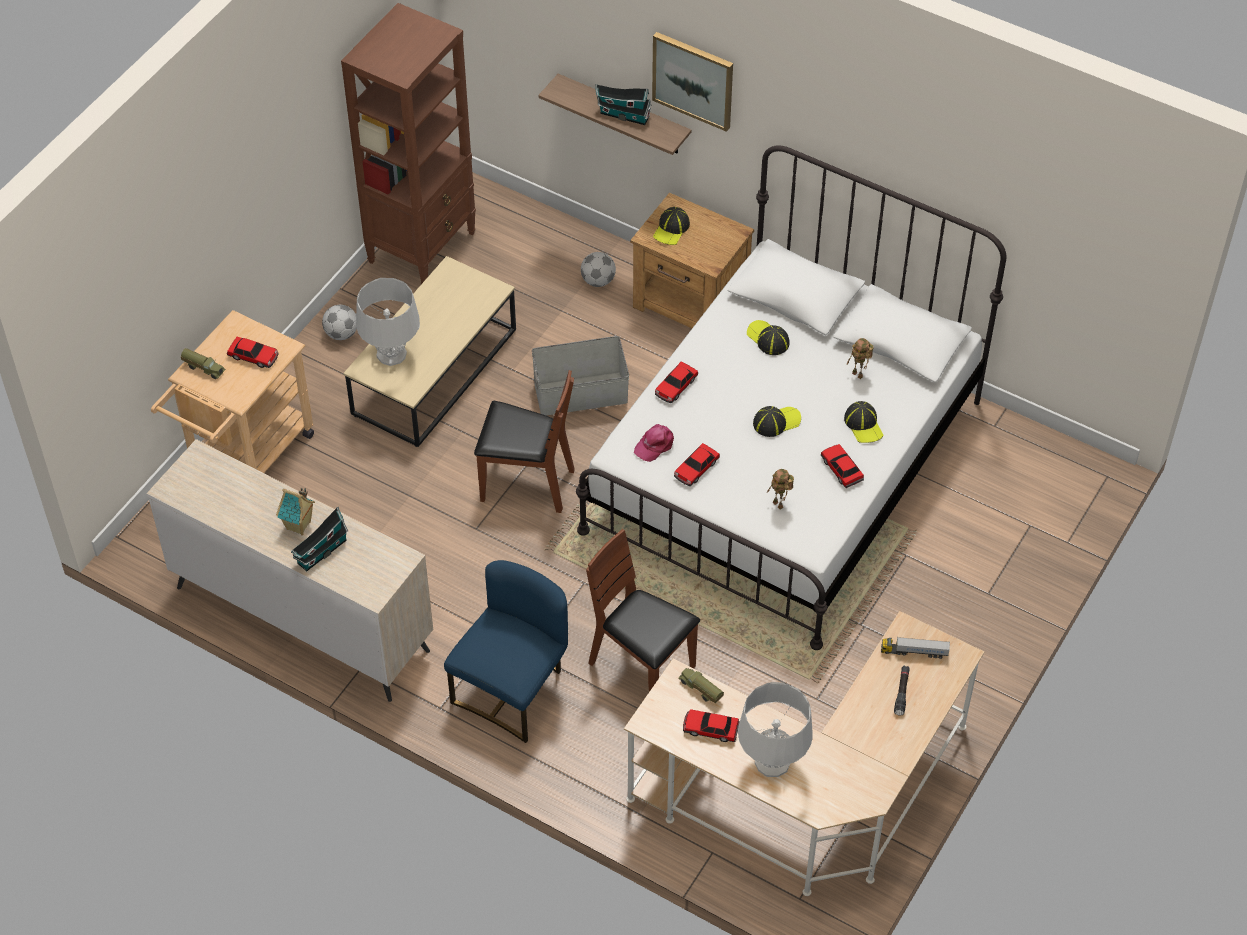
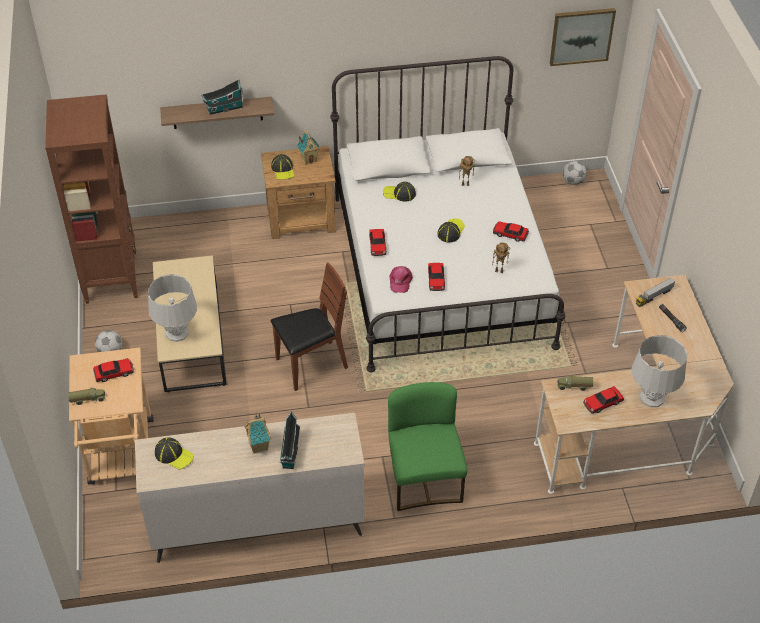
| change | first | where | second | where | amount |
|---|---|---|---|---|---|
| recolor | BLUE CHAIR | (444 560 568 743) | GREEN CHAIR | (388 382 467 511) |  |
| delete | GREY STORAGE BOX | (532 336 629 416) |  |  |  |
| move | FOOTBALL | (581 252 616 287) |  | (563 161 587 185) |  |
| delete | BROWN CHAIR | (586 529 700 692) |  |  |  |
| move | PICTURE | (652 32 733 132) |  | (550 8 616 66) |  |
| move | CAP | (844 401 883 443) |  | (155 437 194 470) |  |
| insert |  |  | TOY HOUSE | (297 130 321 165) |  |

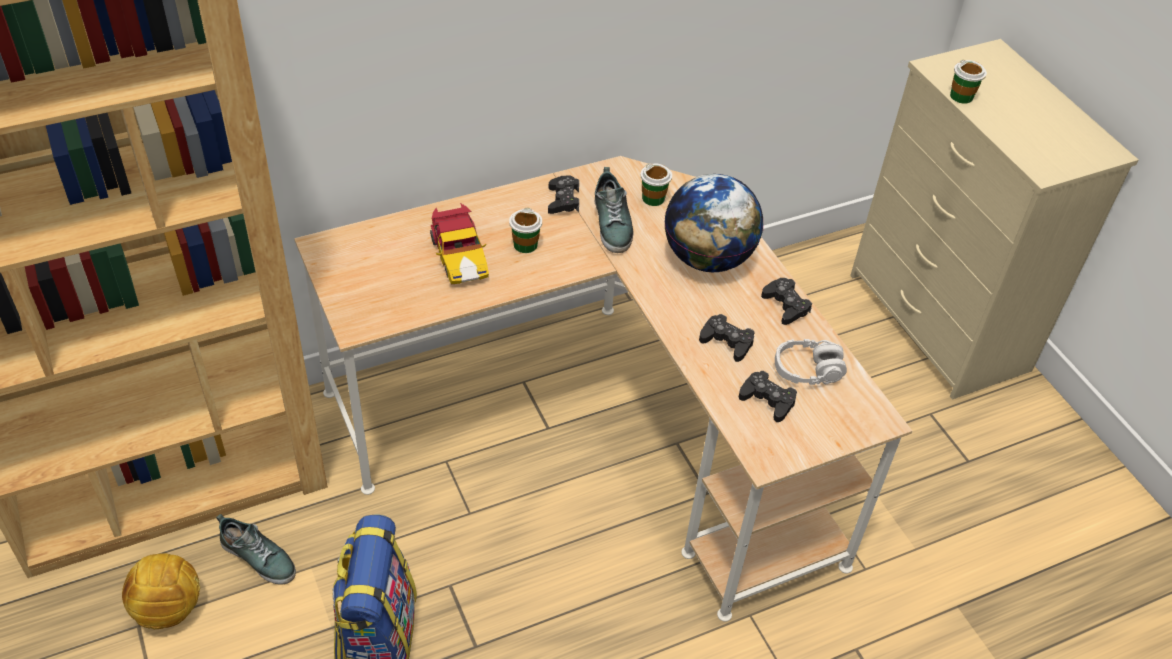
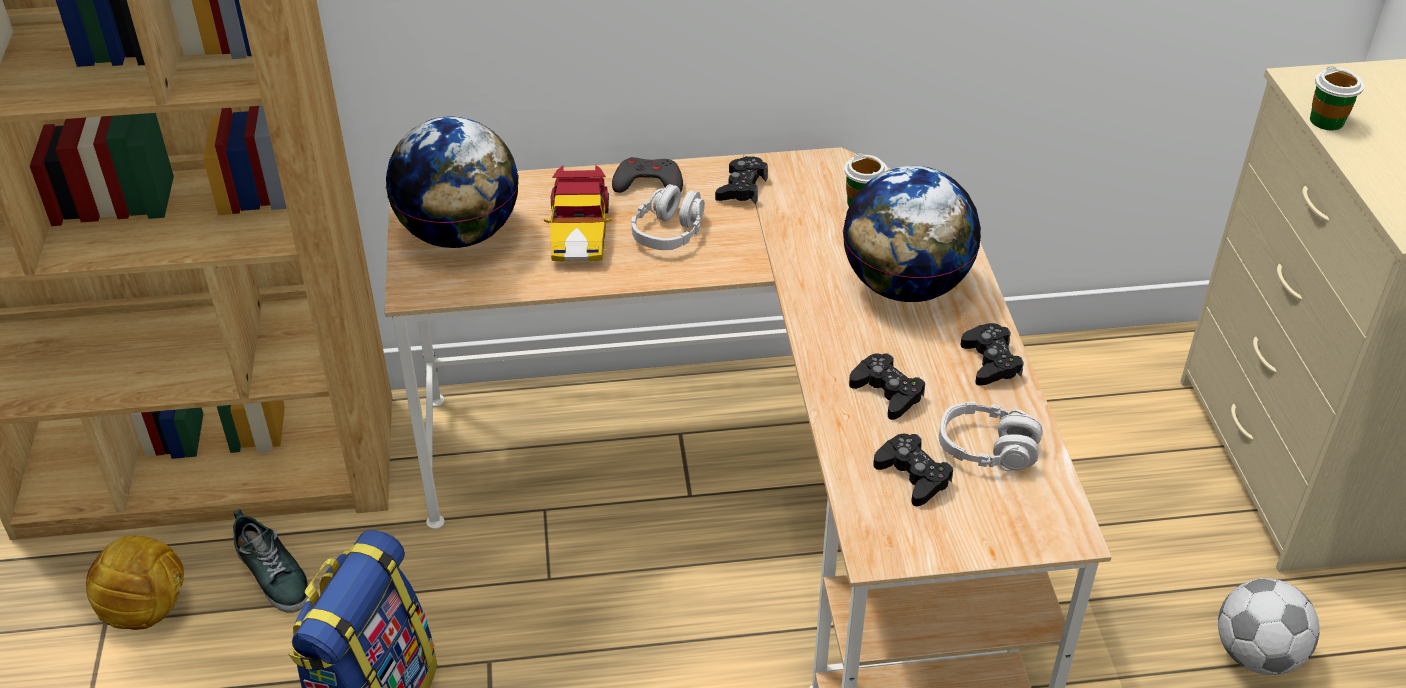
| change | first | where | second | where | amount |
|---|---|---|---|---|---|
| replace | CUP | (509 208 543 253) | GREY HEADPHONES | (632 184 705 250) |  |
| delete | SHOE | (595 167 634 253) |  |  |  |
| insert |  |  | GLOBE | (386 116 519 248) |  |
| insert |  |  | GREY GAME CONTROLLER | (612 157 683 193) |  |
| insert |  |  | FOOTBALL | (1218 578 1320 675) |  |

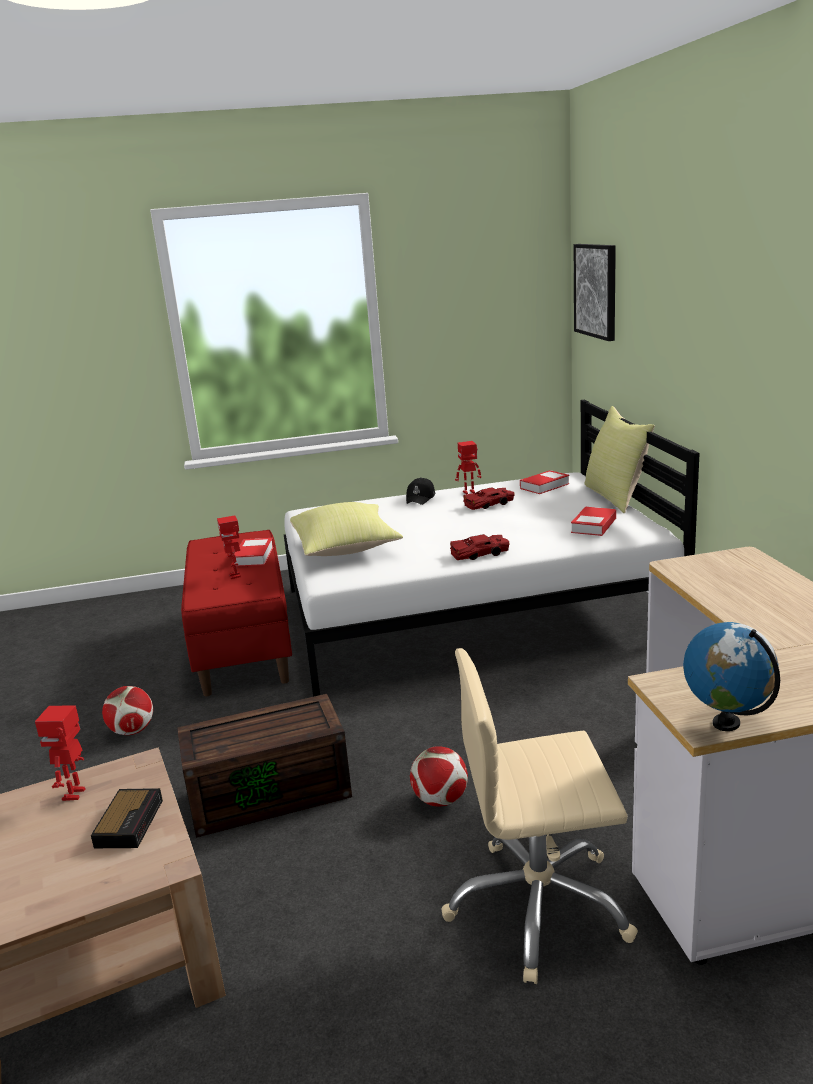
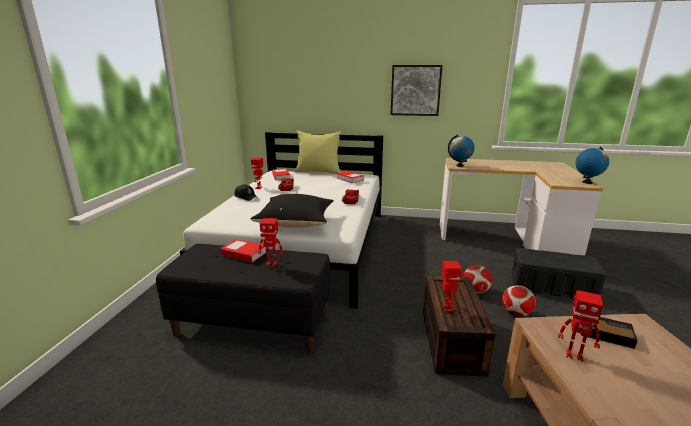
| change | first | where | second | where | amount |
|---|---|---|---|---|---|
| move | FOOTBALL | (102 686 153 735) |  | (502 285 536 317) |  |
| recolor | RED BENCH | (181 530 292 696) | BLACK BENCH | (156 244 330 353) |  |
| recolor | YELLOW PILLOW | (290 502 403 556) | BLACK PILLOW | (251 194 334 228) |  |
| replace | BEIGE OFFICE CHAIR | (442 648 638 984) | BLACK STORAGE BOX | (512 248 607 298) |  |
| move | PICTURE | (574 244 616 341) |  | (390 65 443 116) |  |
| insert |  |  | TOY ROBOT | (442 261 462 312) |  |
| insert |  |  | GLOBE | (448 135 475 167) |  |

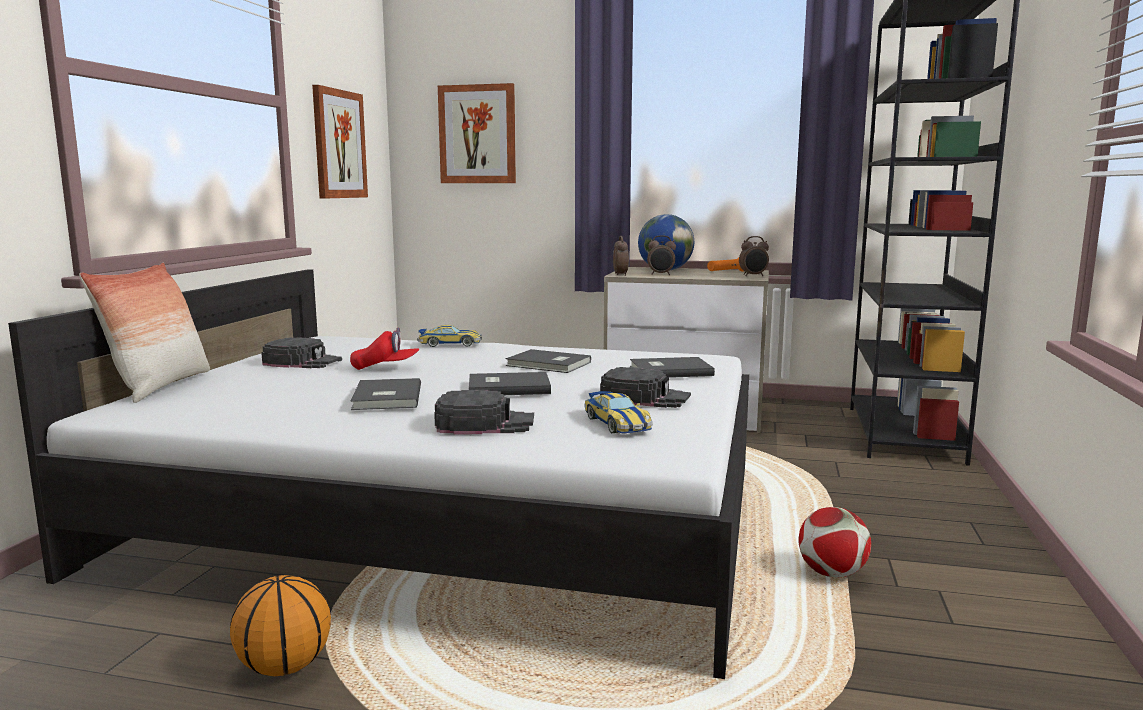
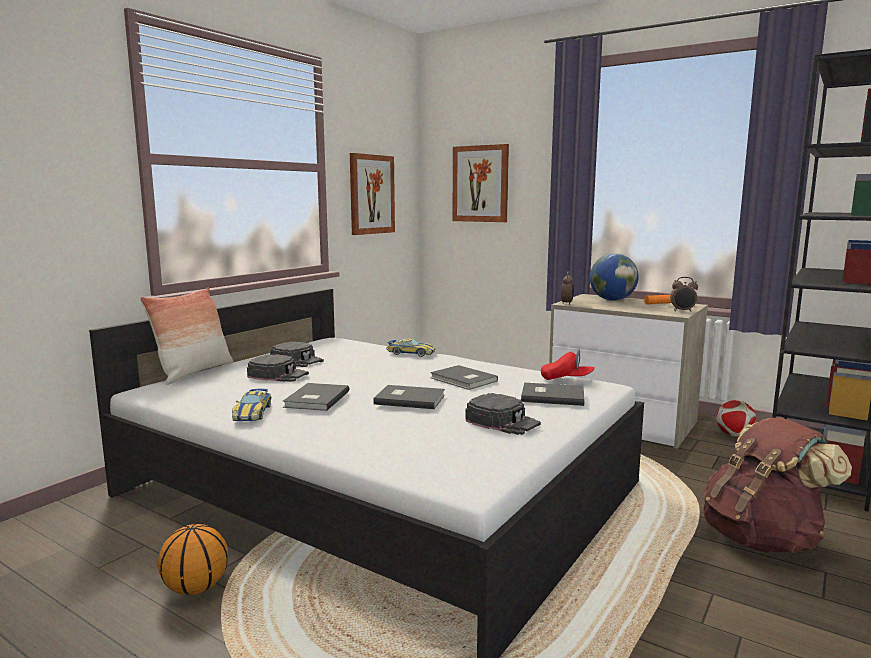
| change | first | where | second | where | amount |
|---|---|---|---|---|---|
| move | RED CAP | (350 328 419 370) |  | (541 350 595 380) |  |
| move | BLACK CAP | (434 390 534 434) |  | (247 354 309 382) |  |
| move | TOY CAR | (584 391 653 433) |  | (232 388 271 421) |  |
| delete | ALARM CLOCK | (647 235 676 275) |  |  |  |
| move | FOOTBALL | (798 507 871 577) |  | (716 400 757 437) |  |
| insert |  |  | BROWN BACKPACK | (704 417 852 553) |  |

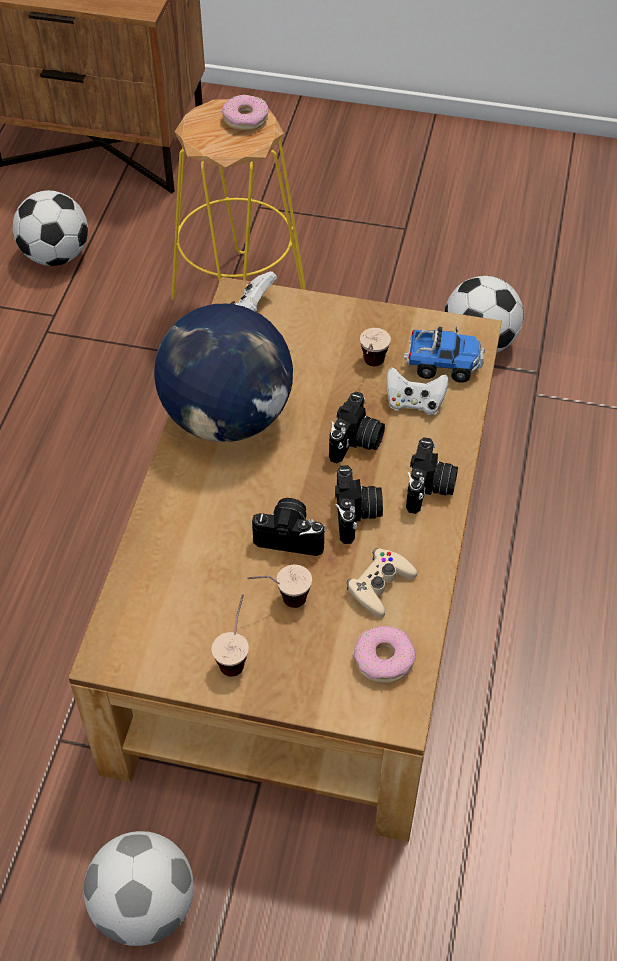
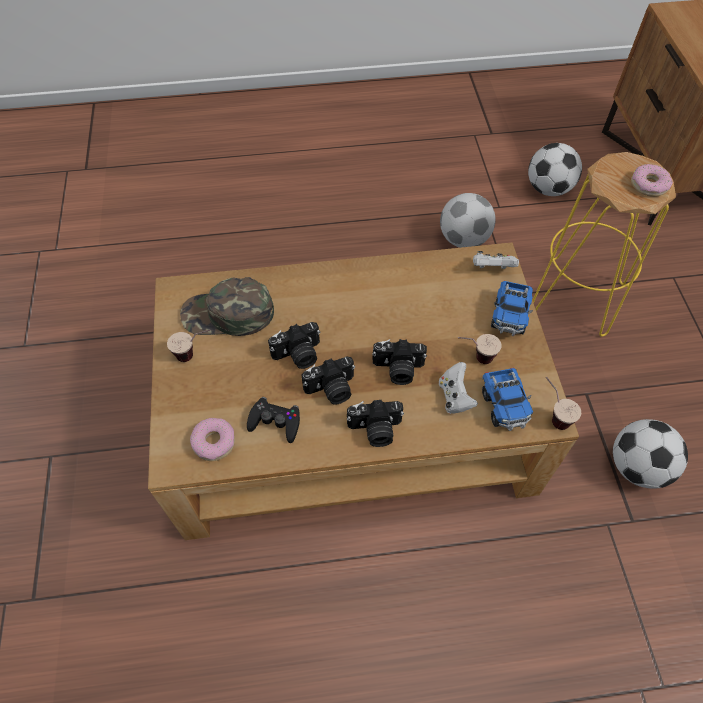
| change | first | where | second | where | amount |
|---|---|---|---|---|---|
| move | FOOTBALL | (84 831 194 946) |  | (440 193 496 248) |  |
| delete | GLOBE | (154 304 293 442) |  |  |  |
| move | CUP | (247 565 312 608) |  | (546 377 581 430) |  |
| rotate | PHOTO CAMERA | (252 498 326 556) |  | (268 322 320 369) | 75 degrees clockwise |
| recolor | BEIGE GAME CONTROLLER | (347 548 417 618) | BLACK GAME CONTROLLER | (247 397 300 443) |  |
| insert |  |  | GREEN CAP | (180 277 274 336) |  |
| insert |  |  | TOY TRUCK | (491 281 533 336) |  |

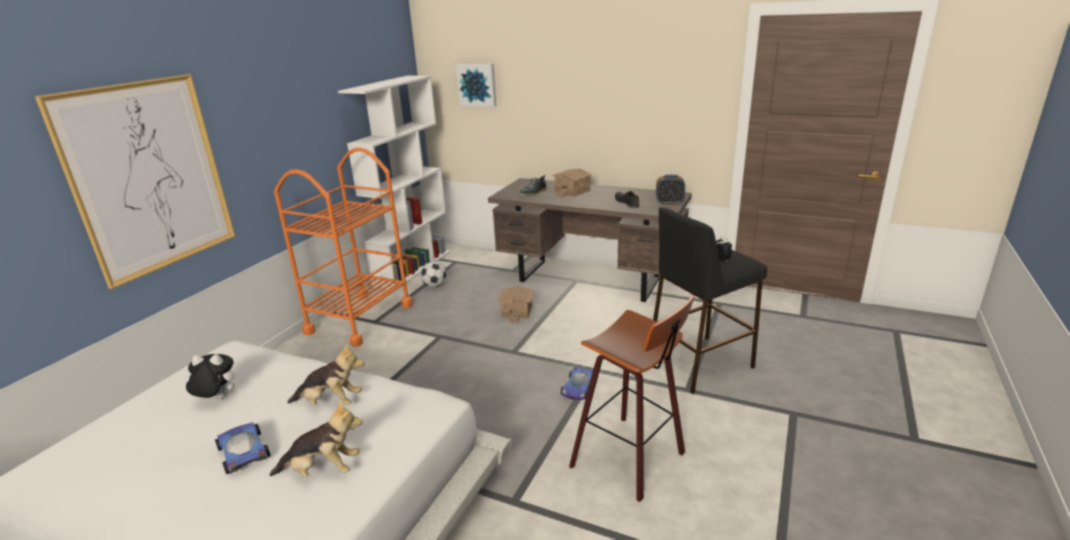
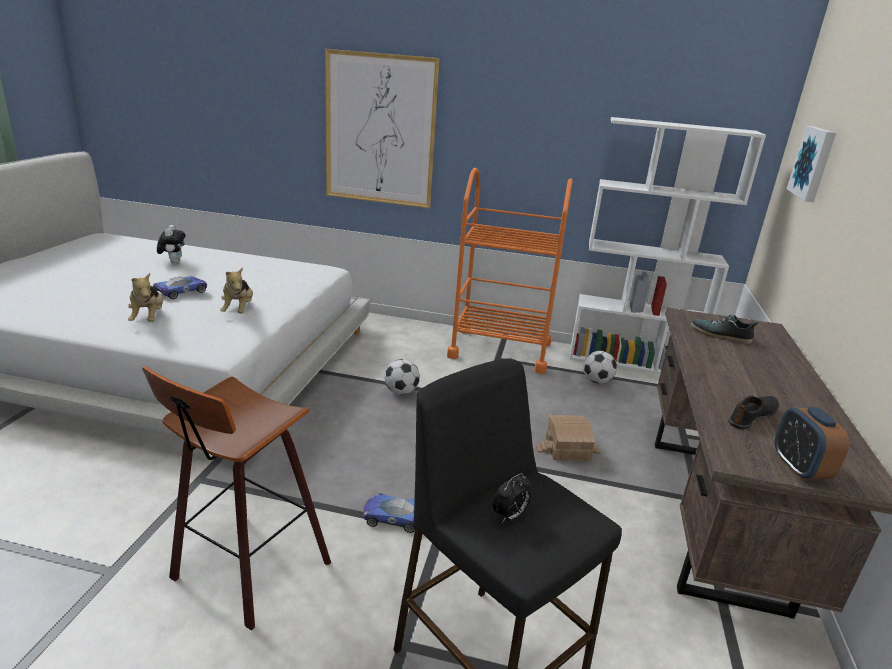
| change | first | where | second | where | amount |
|---|---|---|---|---|---|
| move | PLUSH TOY | (186 354 235 399) |  | (157 225 186 264) |  |
| delete | TOY HOUSE | (553 168 592 197) |  |  |  |
| insert |  |  | FOOTBALL | (384 359 420 395) |  |

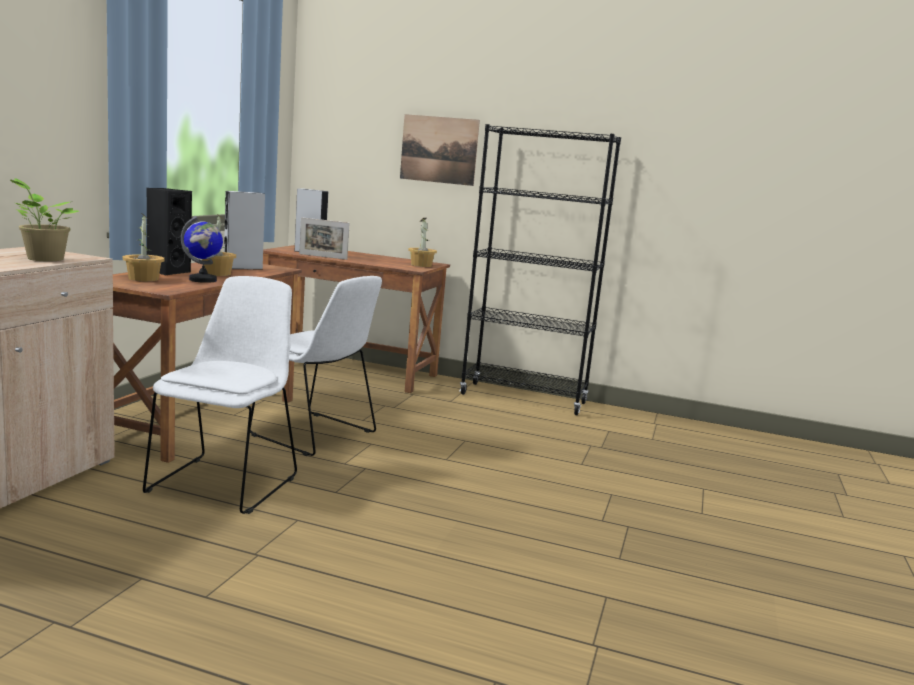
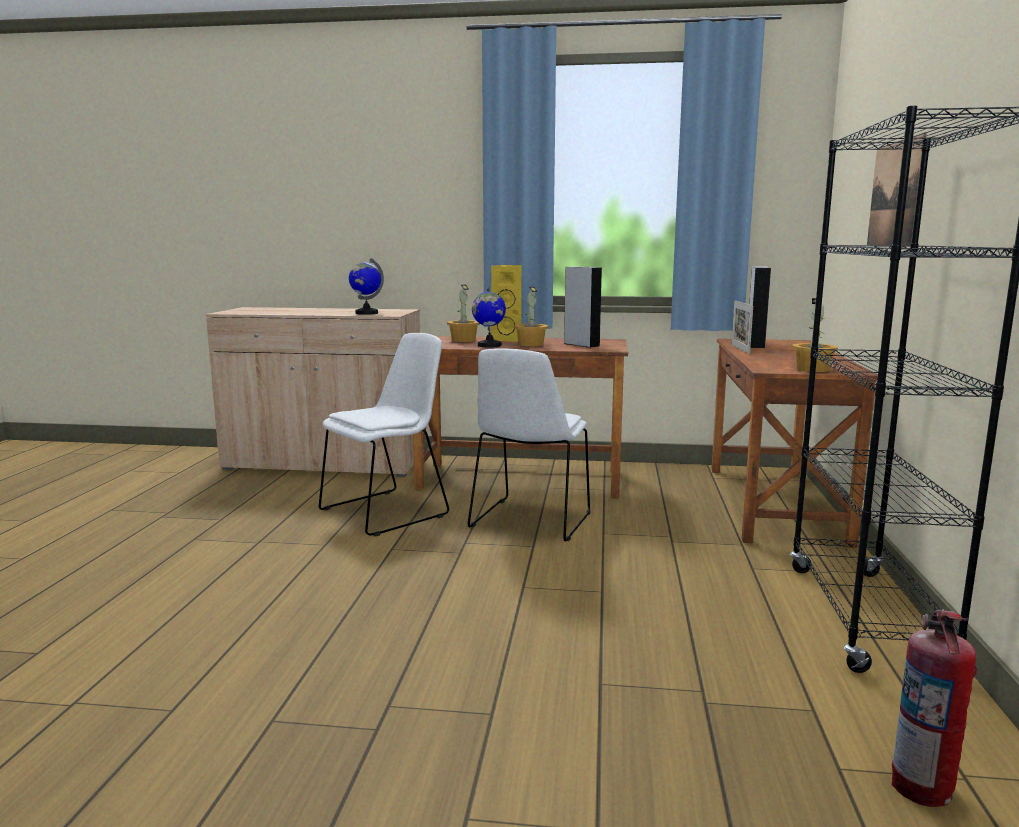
| change | first | where | second | where | amount |
|---|---|---|---|---|---|
| replace | POTTED PLANT | (10 178 79 261) | GLOBE | (349 258 384 315) |  |
| rotate | WHITE CHAIR | (143 276 297 514) |  | (319 333 449 536) | 45 degrees counterclockwise |
| recolor | BLACK SPEAKER | (147 188 192 276) | YELLOW SPEAKER | (491 265 522 342) |  |
| insert |  |  | FIRE EXTINGUISHER | (891 609 977 807) |  |

